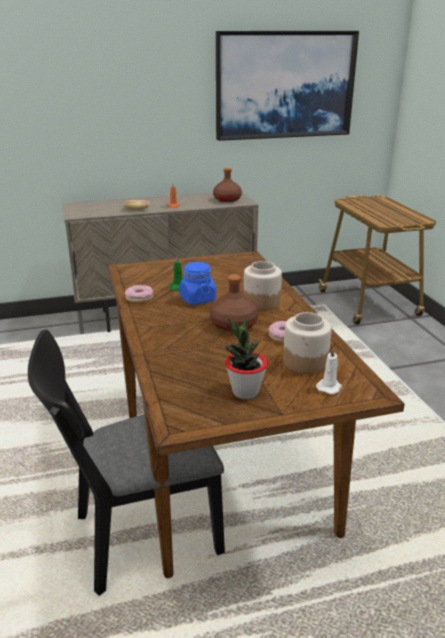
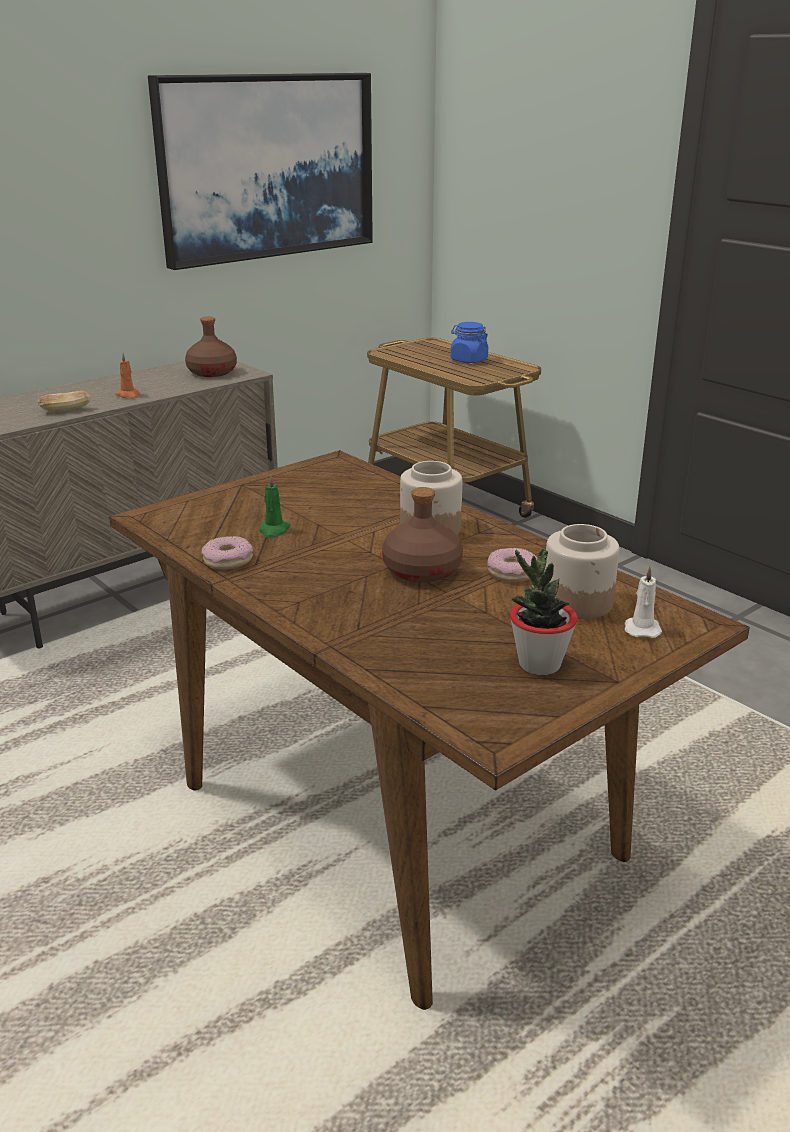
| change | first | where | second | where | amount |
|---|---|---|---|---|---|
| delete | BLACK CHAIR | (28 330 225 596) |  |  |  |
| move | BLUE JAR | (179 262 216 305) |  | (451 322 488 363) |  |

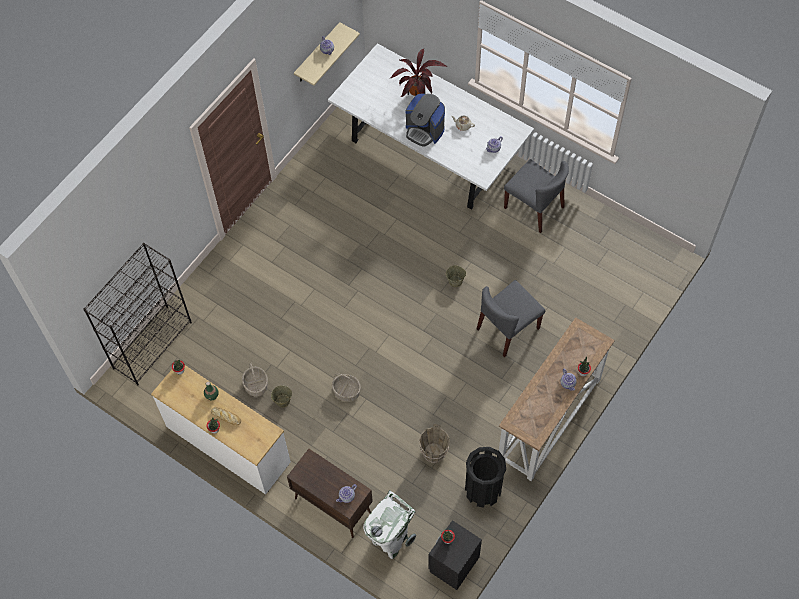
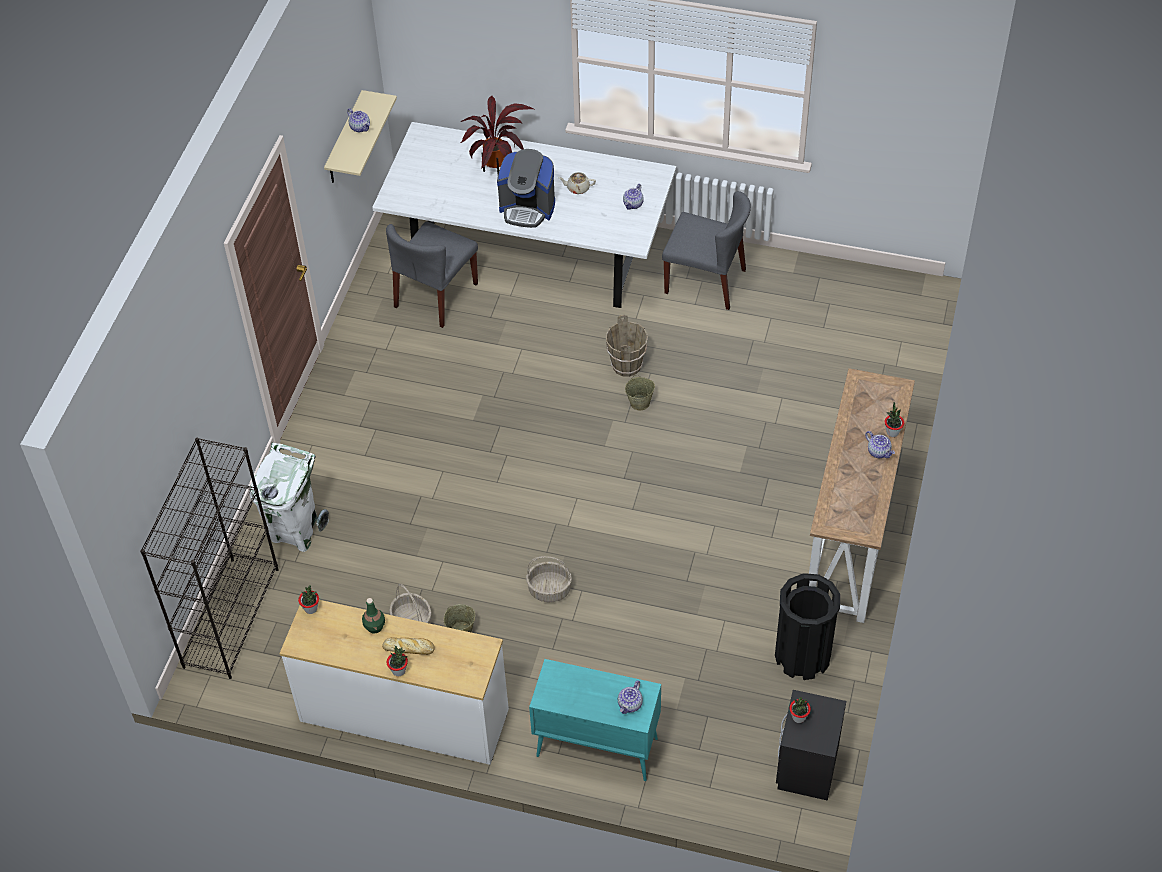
| change | first | where | second | where | amount |
|---|---|---|---|---|---|
| recolor | BROWN CABINET | (287 449 373 538) | TURQUOISE CABINET | (529 659 661 781) |  |
| move | WHITE TRASH CAN | (363 490 416 559) |  | (249 442 329 552) |  |
| move | BROWN BUCKET | (419 424 450 463) |  | (606 315 648 377) |  |
| move | GREY CHAIR | (477 280 545 357) |  | (386 222 478 328) |  |

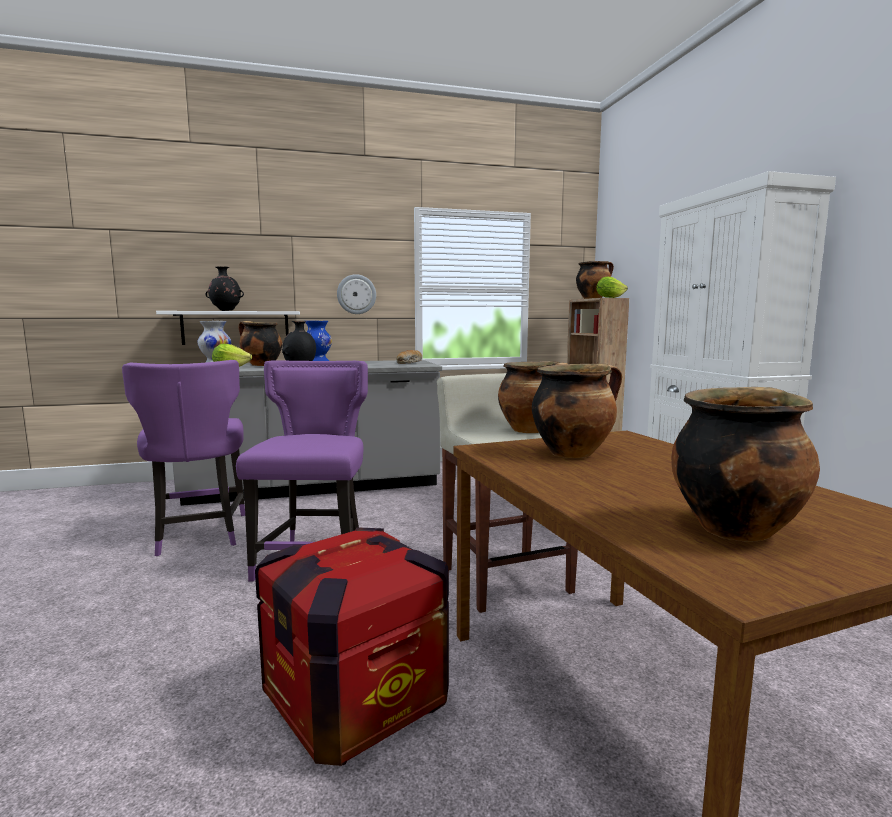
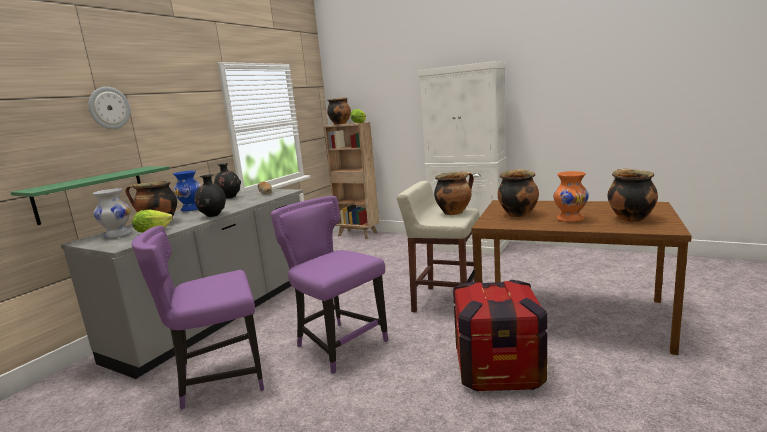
| change | first | where | second | where | amount |
|---|---|---|---|---|---|
| rotate | PURPLE CHAIR | (122 360 245 556) |  | (132 226 264 410) | 135 degrees clockwise |
| recolor | WHITE SHELF | (156 311 300 345) | GREEN SHELF | (11 166 169 225) |  |
| move | BLACK VASE | (205 266 244 311) |  | (214 163 241 199) |  |
| move | WALL CLOCK | (337 274 376 314) |  | (88 87 131 129) |  |
| insert |  |  | ORANGE VASE | (553 171 589 222) |  |

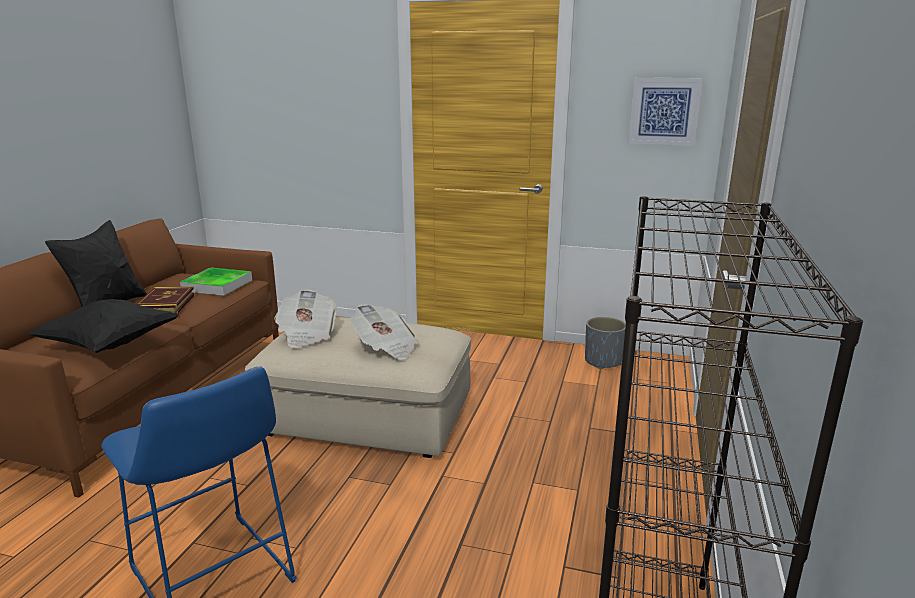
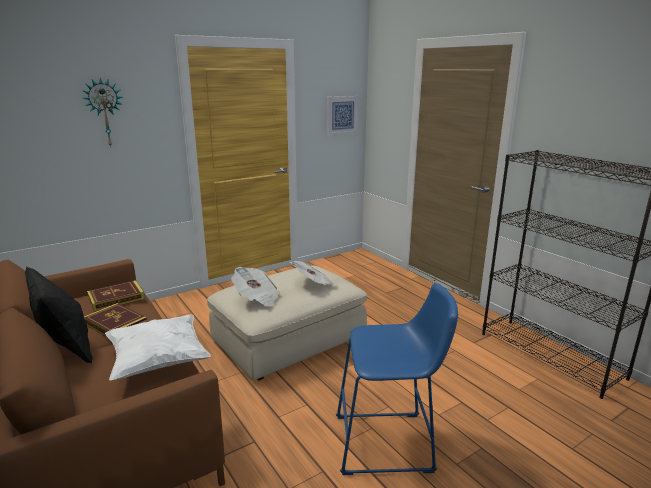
| change | first | where | second | where | amount |
|---|---|---|---|---|---|
| recolor | BLACK PILLOW | (27 299 179 353) | WHITE PILLOW | (105 314 211 380) |  |
| replace | TRAY | (180 267 252 296) | BOOK | (87 280 145 311) |  |
| delete | GREY PLANTER | (585 317 626 369) |  |  |  |
| insert |  |  | WALL CLOCK | (82 78 123 147) |  |

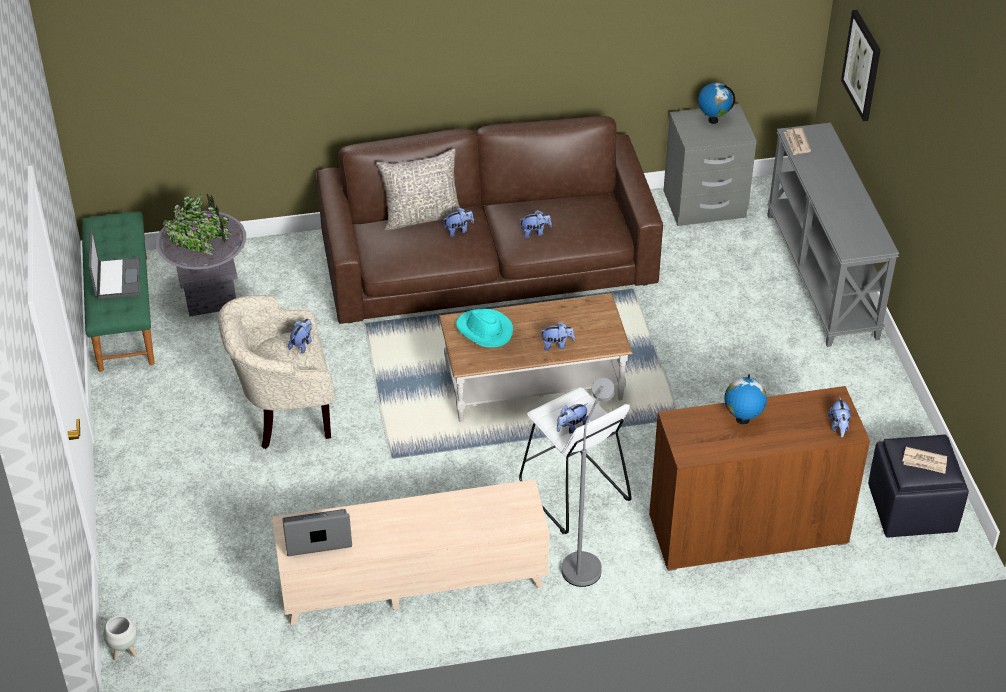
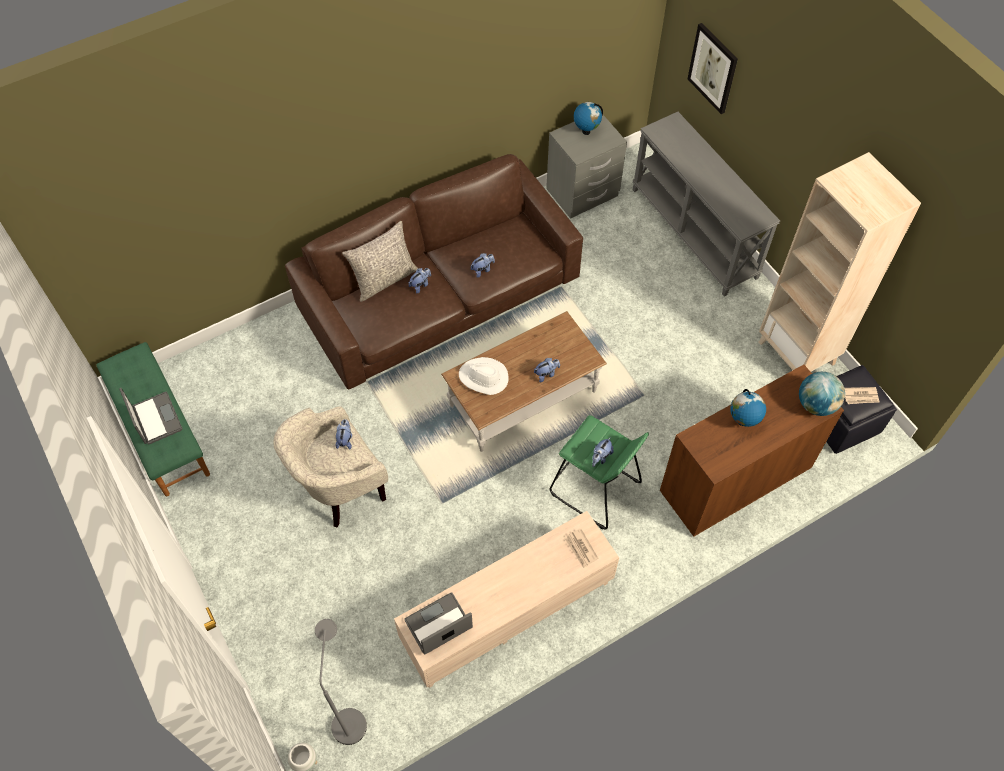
| change | first | where | second | where | amount |
|---|---|---|---|---|---|
| delete | GREY PLANTER | (156 193 246 317) |  |  |  |
| recolor | TURQUOISE HAT | (456 309 513 347) | WHITE HAT | (459 357 509 395) |  |
| recolor | WHITE STOOL | (519 387 632 534) | GREEN STOOL | (550 415 649 529) |  |
| move | GREY FLOOR LAMP | (562 378 615 587) |  | (315 619 367 745) |  |
| move | NEWSPAPER | (784 128 811 155) |  | (564 529 598 568) |  |
| replace | PLUSH TOY | (828 396 851 437) | GLOBE | (799 372 845 416) |  |
| insert |  |  | BEIGE BOOKCASE | (759 152 921 372) |  |

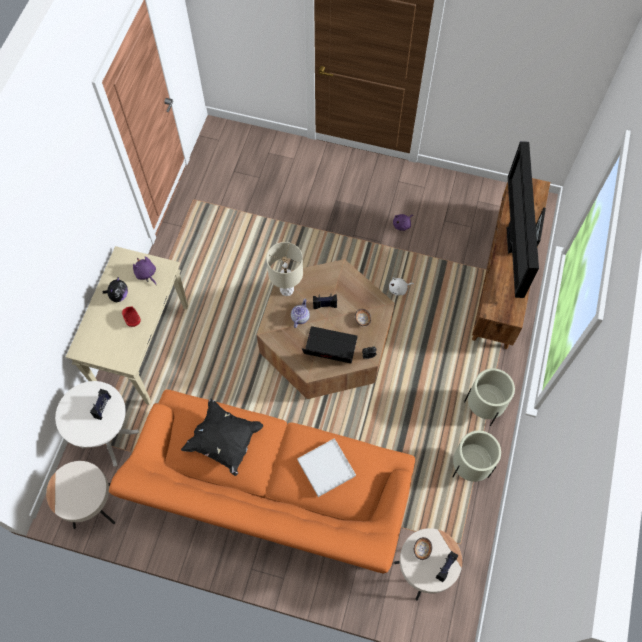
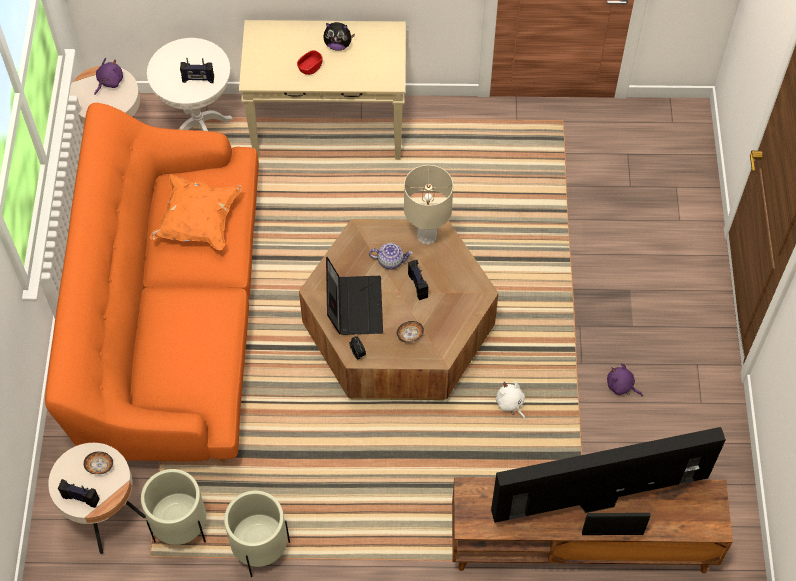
| change | first | where | second | where | amount |
|---|---|---|---|---|---|
| move | PURPLE PLUSH TOY | (133 257 156 285) |  | (94 58 123 95) |  |
| recolor | BLACK PILLOW | (181 399 263 476) | ORANGE PILLOW | (150 174 243 250) |  |
| delete | WHITE TRAY | (297 438 356 497) |  |  |  |
| move | BEIGE PLANTER | (464 368 515 426) |  | (141 469 206 545) |  |

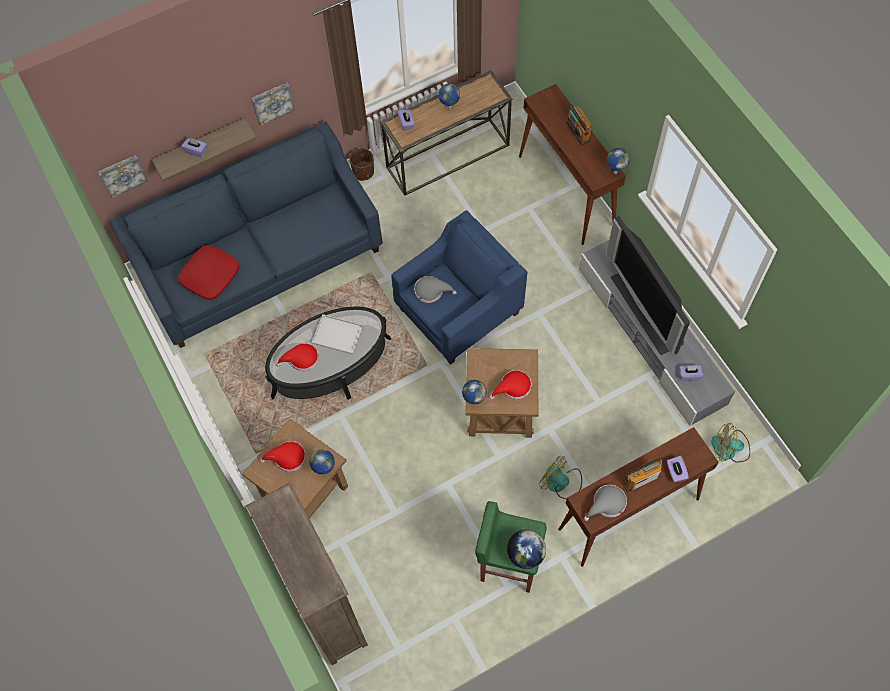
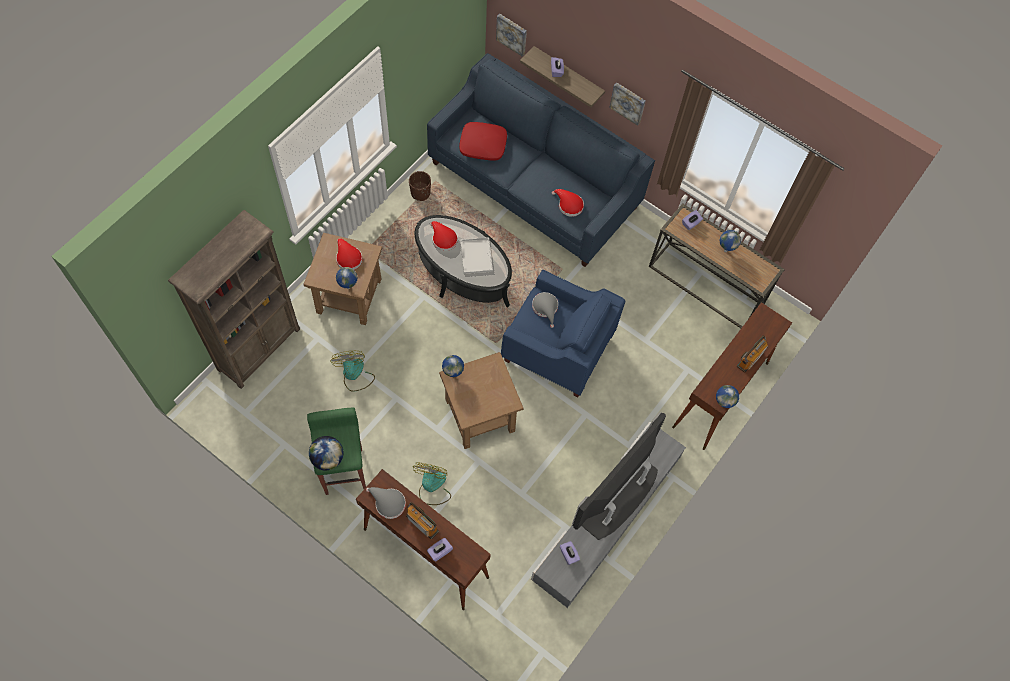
| change | first | where | second | where | amount |
|---|---|---|---|---|---|
| move | BROWN PLANTER | (349 148 374 181) |  | (409 171 431 201) |  |
| move | RED HAT | (490 370 531 400) |  | (552 189 584 217) |  |
| move | FAN | (711 423 750 462) |  | (330 351 375 392) |  |

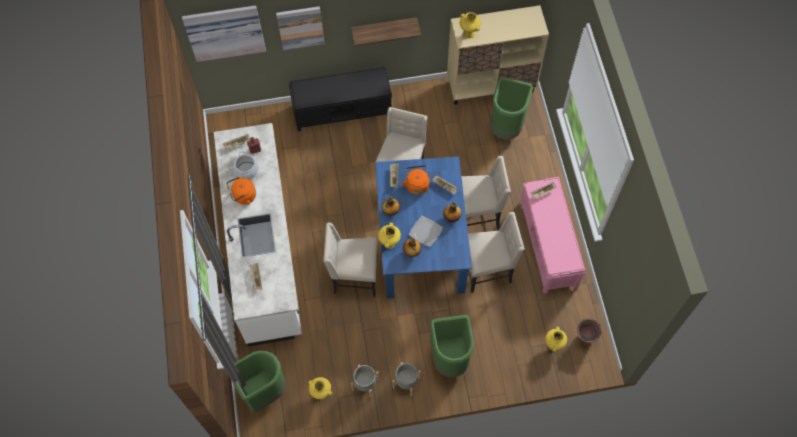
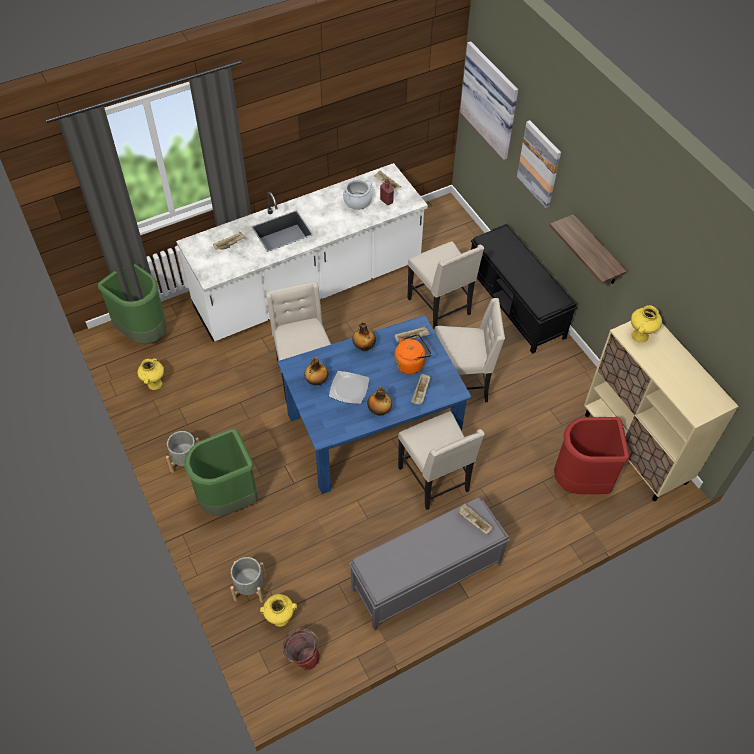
| change | first | where | second | where | amount |
|---|---|---|---|---|---|
| delete | ORANGE KETTLE | (227 177 256 205) |  |  |  |
| move | GREY PLANTER | (351 365 379 398) |  | (230 557 266 602) |  |
| delete | YELLOW VASE | (378 223 401 249) |  |  |  |
| move | BEIGE CHAIR | (468 212 525 293) |  | (408 241 484 329) |  |
| recolor | GREEN TRASH CAN | (490 77 533 140) | RED TRASH CAN | (554 417 630 494) |  |
| recolor | PINK BENCH | (520 177 586 294) | GREY BENCH | (349 498 510 630) |  |

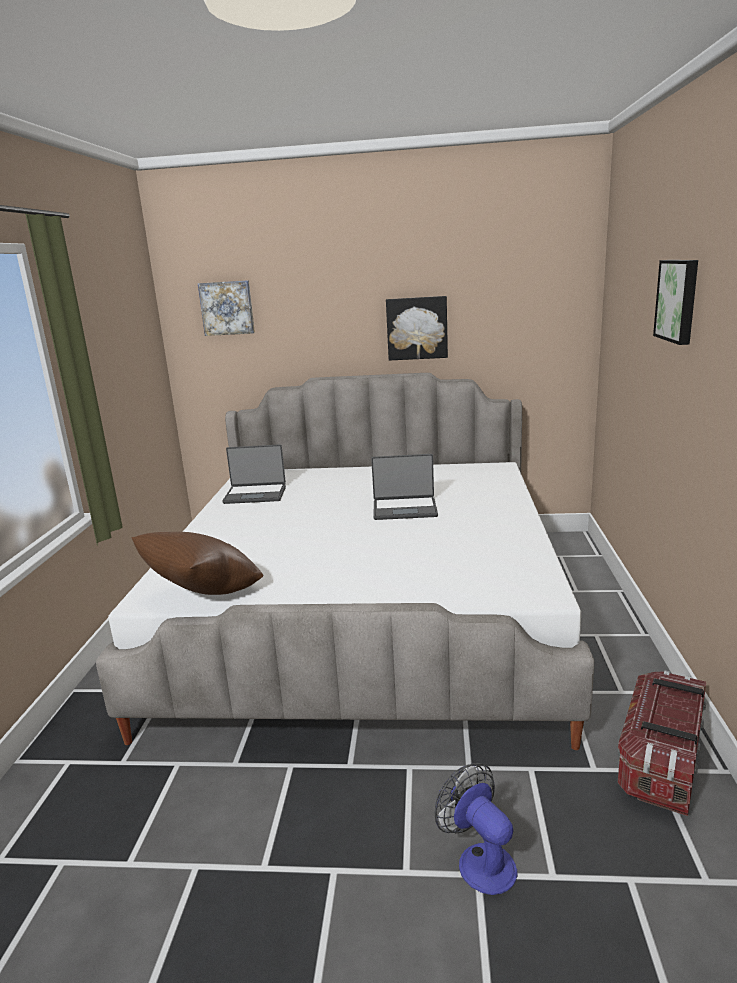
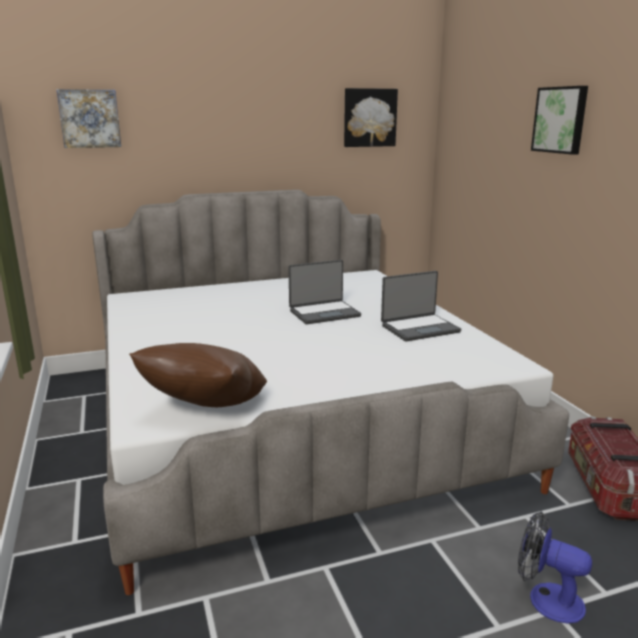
| change | first | where | second | where | amount |
|---|---|---|---|---|---|
| move | LAPTOP | (223 444 286 504) |  | (381 271 461 341) |  |
| move | PICTURE | (386 296 448 360) |  | (344 88 398 147) |  |

